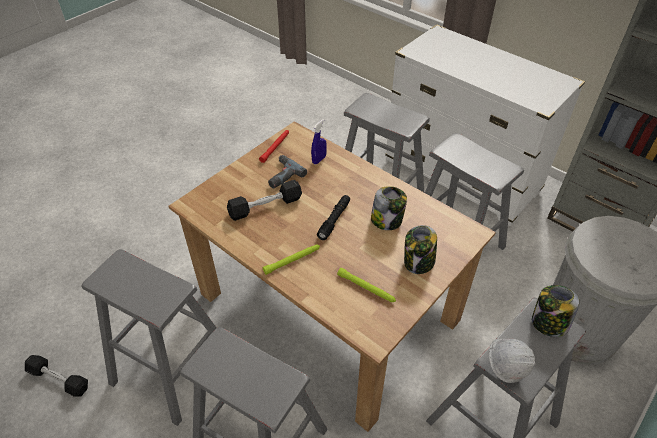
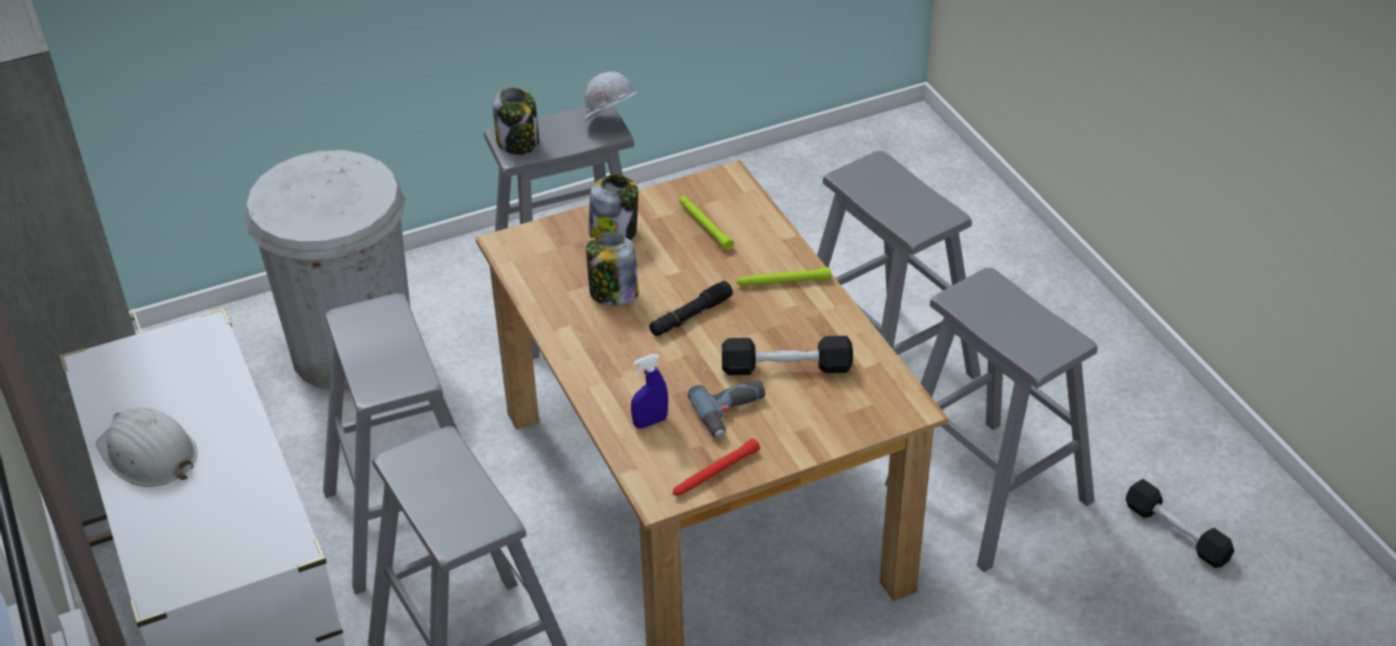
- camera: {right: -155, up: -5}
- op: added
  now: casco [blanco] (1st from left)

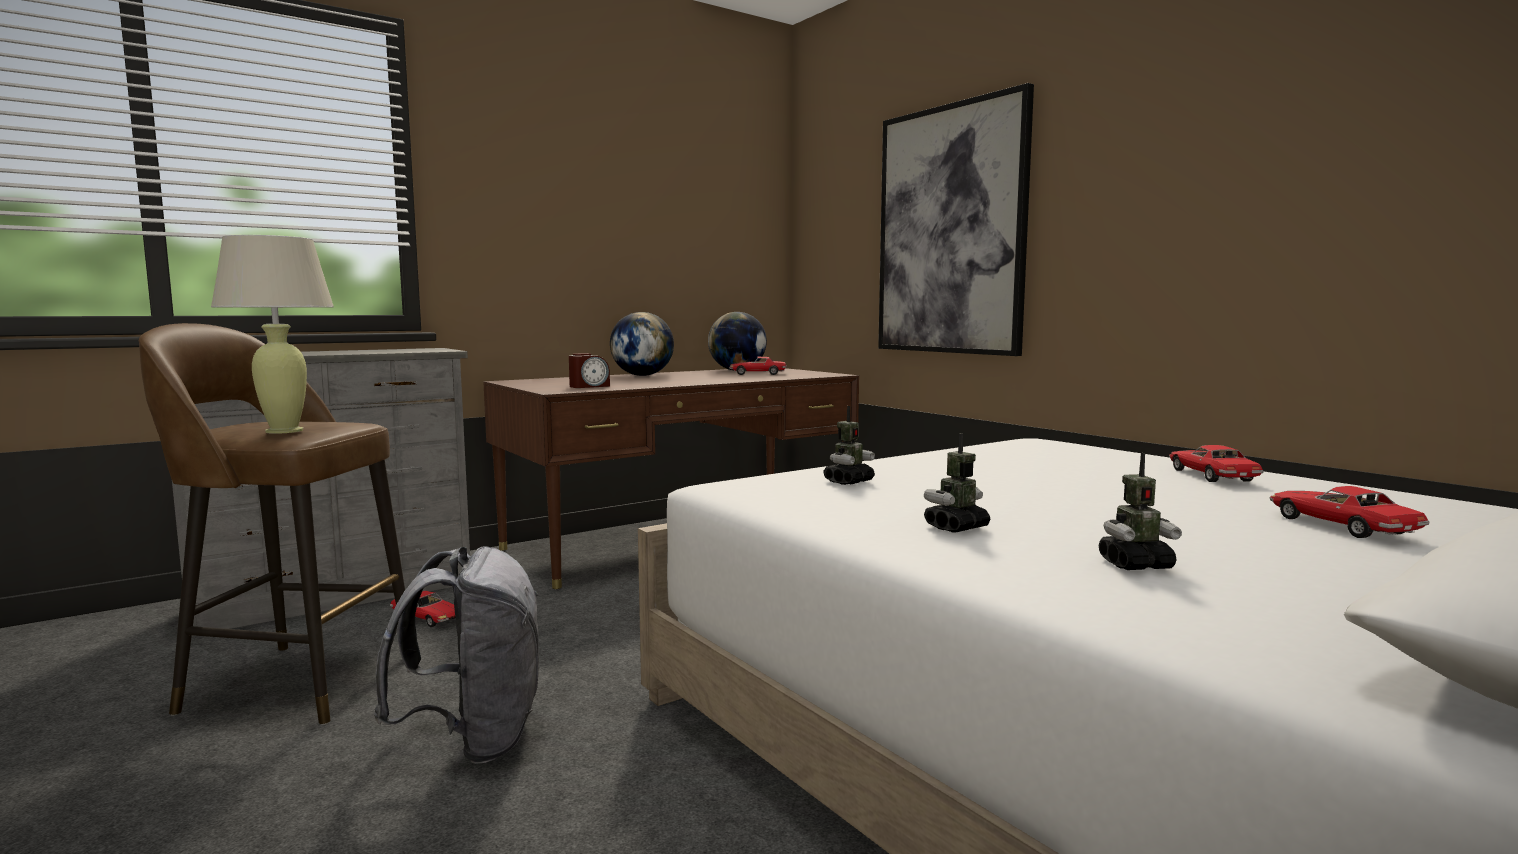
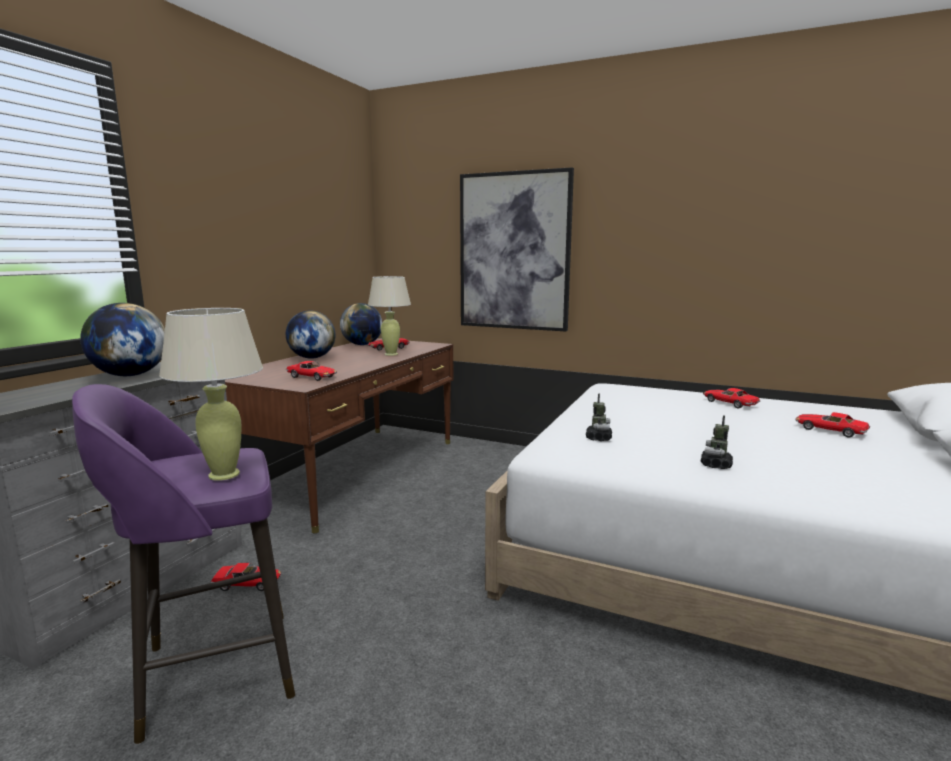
- camera: {right: -30, up: 5}
- op: recoloured
  was: taburete [marrón]
  now: taburete [morado]
- op: added
  now: globo terráqueo (1st from left)
- op: replaced
  was: despertador
  now: coche de juguete (2nd from left)
- op: added
  now: lámpara de mesa [beis] (2nd from left)
- op: removed
  was: mochila [gris]
- op: removed
  was: robot de juguete (3rd from left)

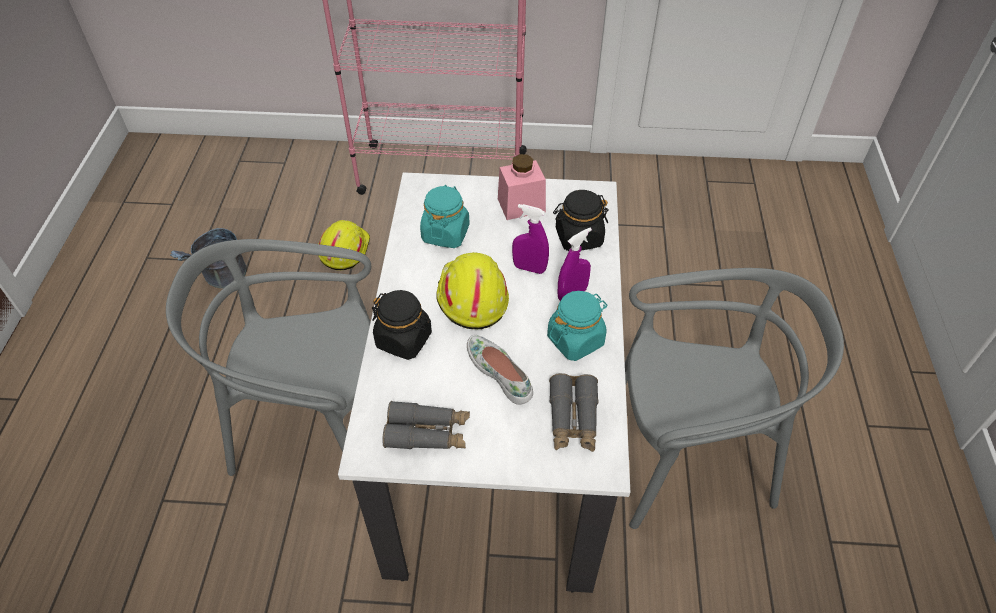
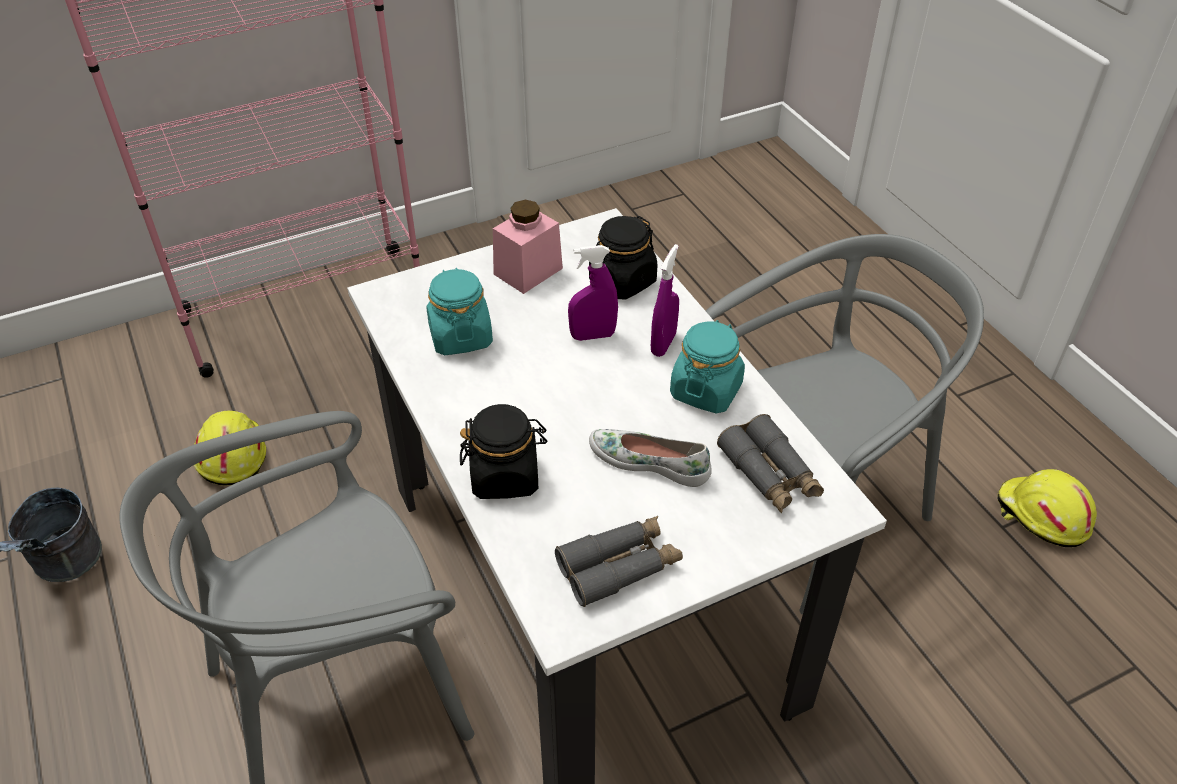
- camera: {right: -30, up: -5}
- op: moved
  was: casco [amarillo] (2nd from left)

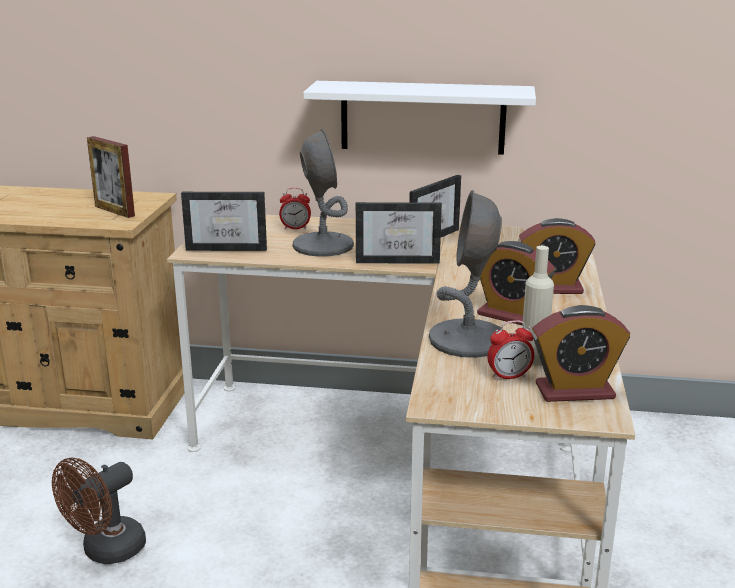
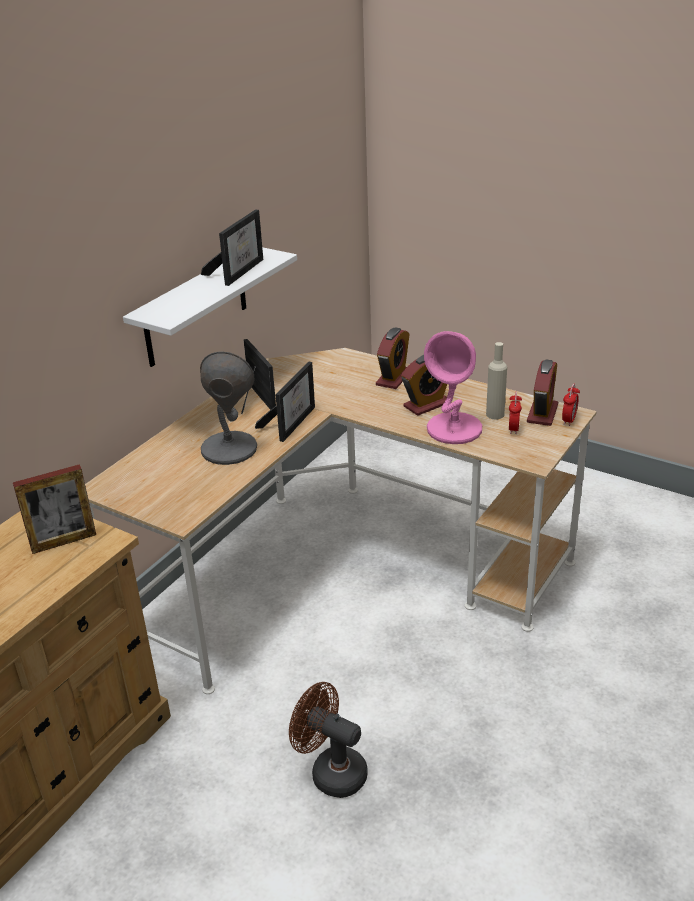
- camera: {right: -65, up: 10}
- op: moved
  was: portarretratos (2nd from left)
- op: turned
  was: ventilador [marrón]
  clockwise: 150
- op: recoloured
  was: lámpara de mesa [gris] (2nd from left)
  now: lámpara de mesa [rosa]
- op: moved
  was: despertador (1st from left in the first image)
  now: despertador (5th from left)

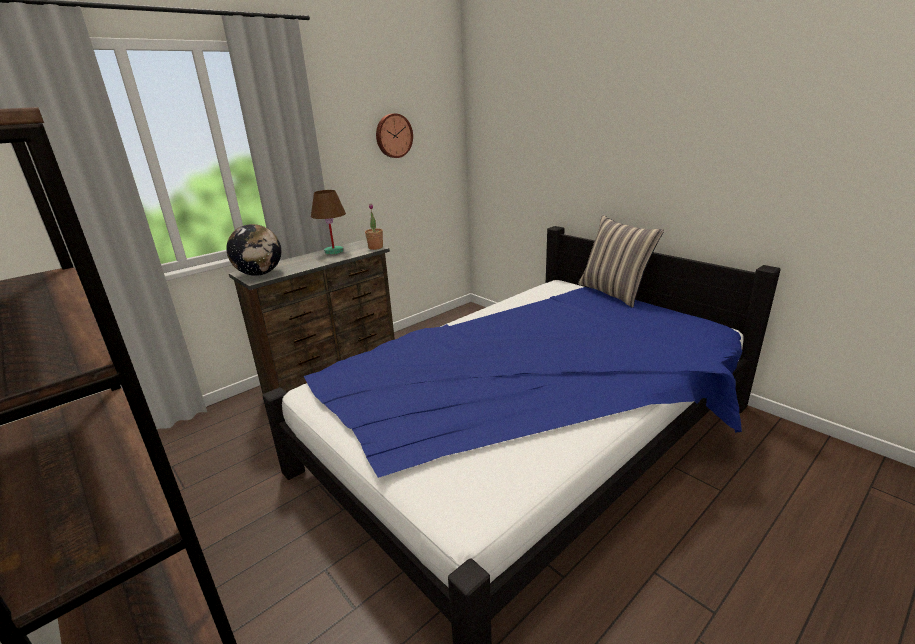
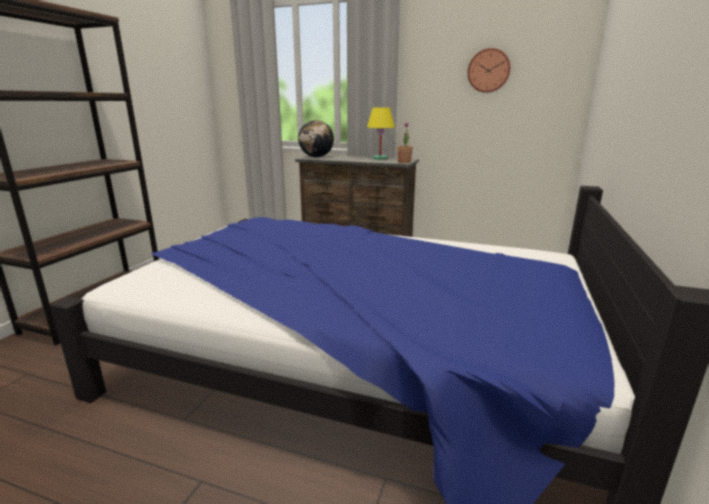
- camera: {right: 60, up: -5}
- op: recoloured
  was: lámpara de mesa [marrón]
  now: lámpara de mesa [amarillo]
- op: removed
  was: cojín

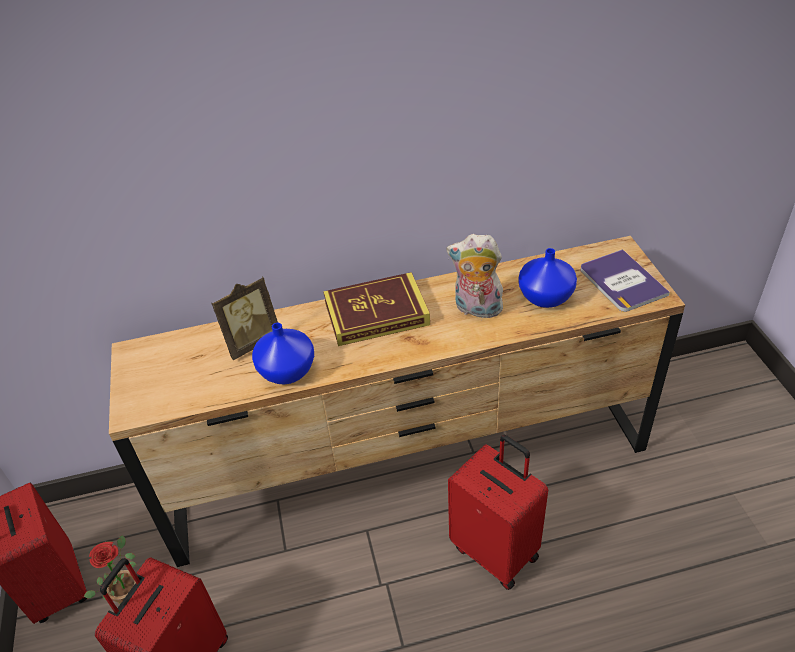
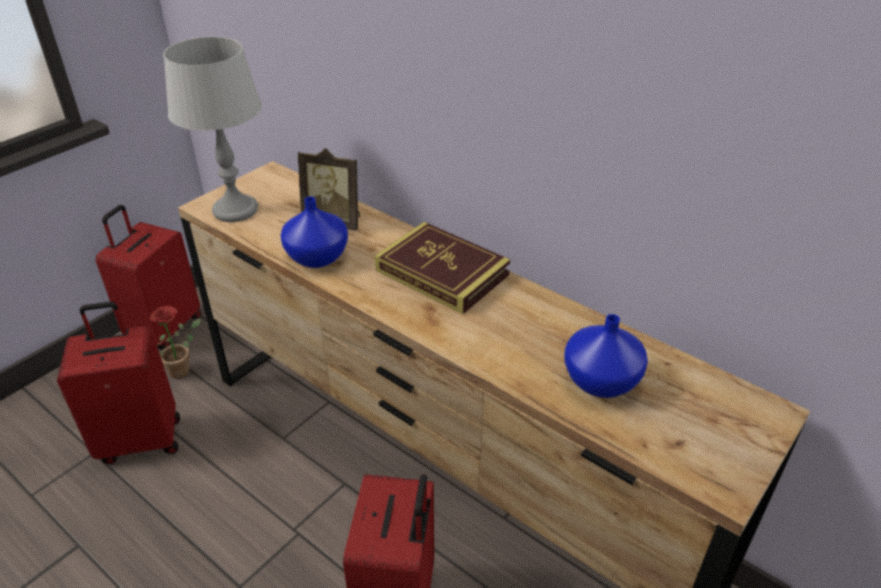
- camera: {right: 50, up: -5}
- op: added
  now: lámpara de mesa [gris]
- op: removed
  was: peluche
- op: removed
  was: libro (2nd from left)

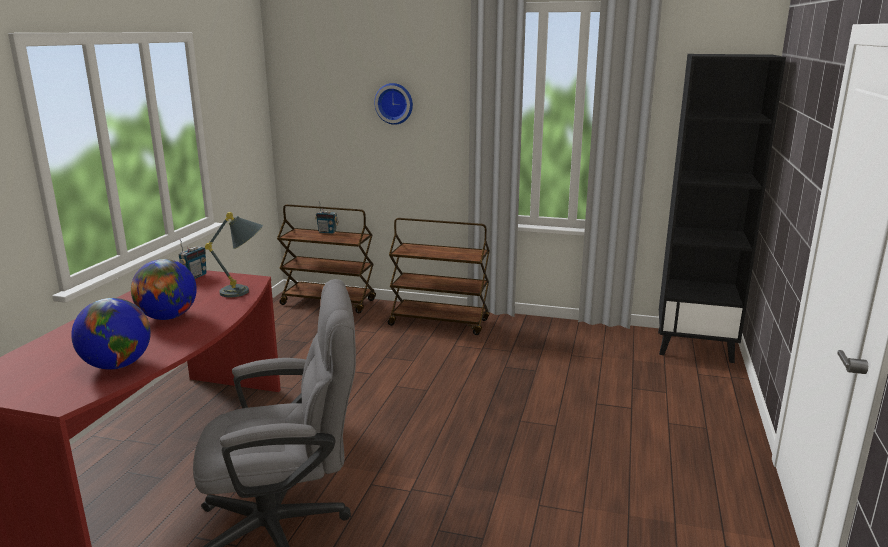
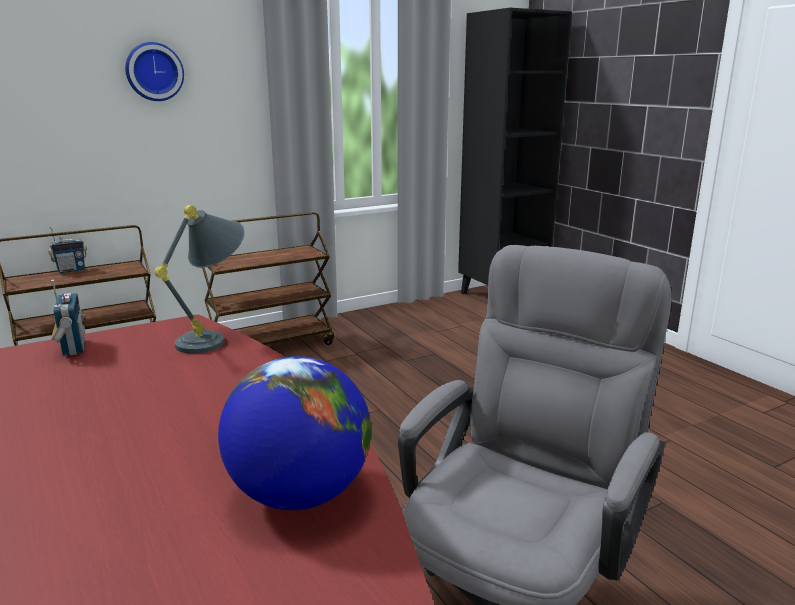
- camera: {right: -45, up: 0}
- op: removed
  was: globo terráqueo (2nd from left)

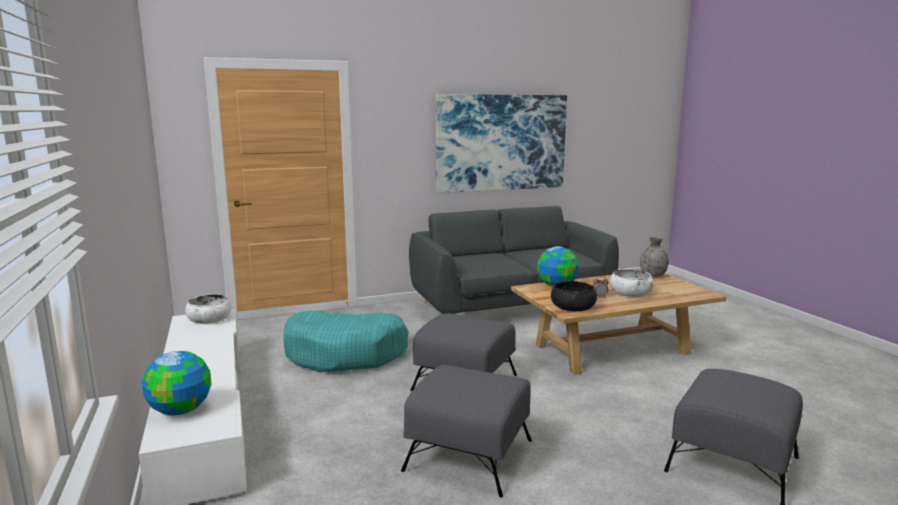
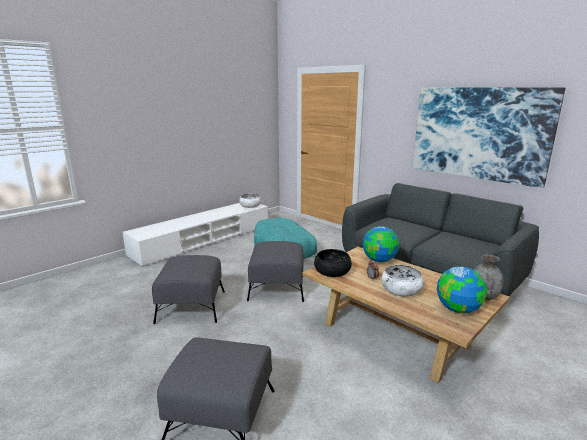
- camera: {right: 65, up: 5}
- op: moved
  was: globo terráqueo (1st from left in the first image)
  now: globo terráqueo (2nd from left)

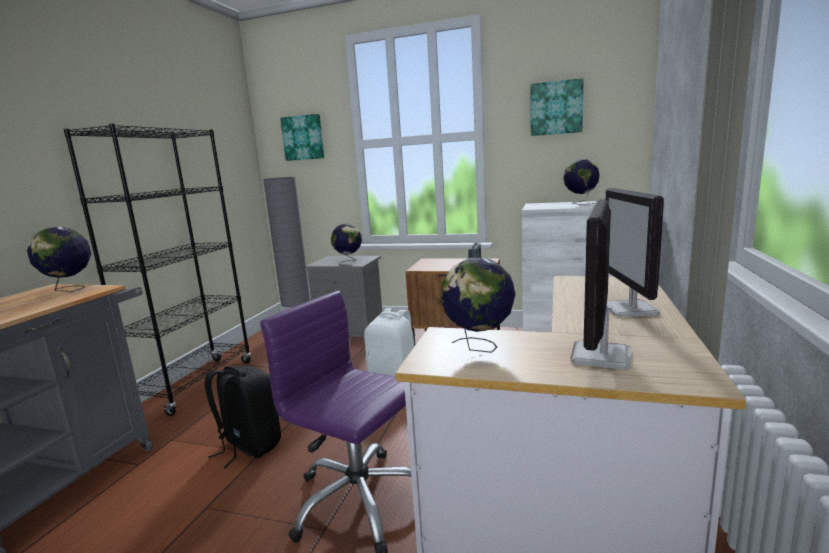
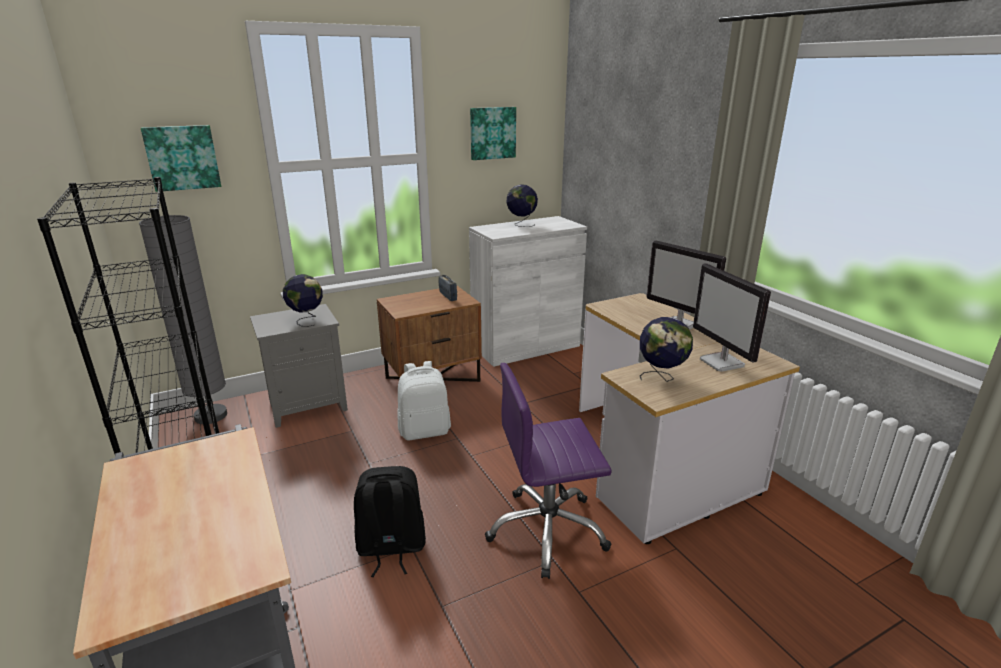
- camera: {right: -45, up: 10}
- op: removed
  was: globo terráqueo (1st from left)

